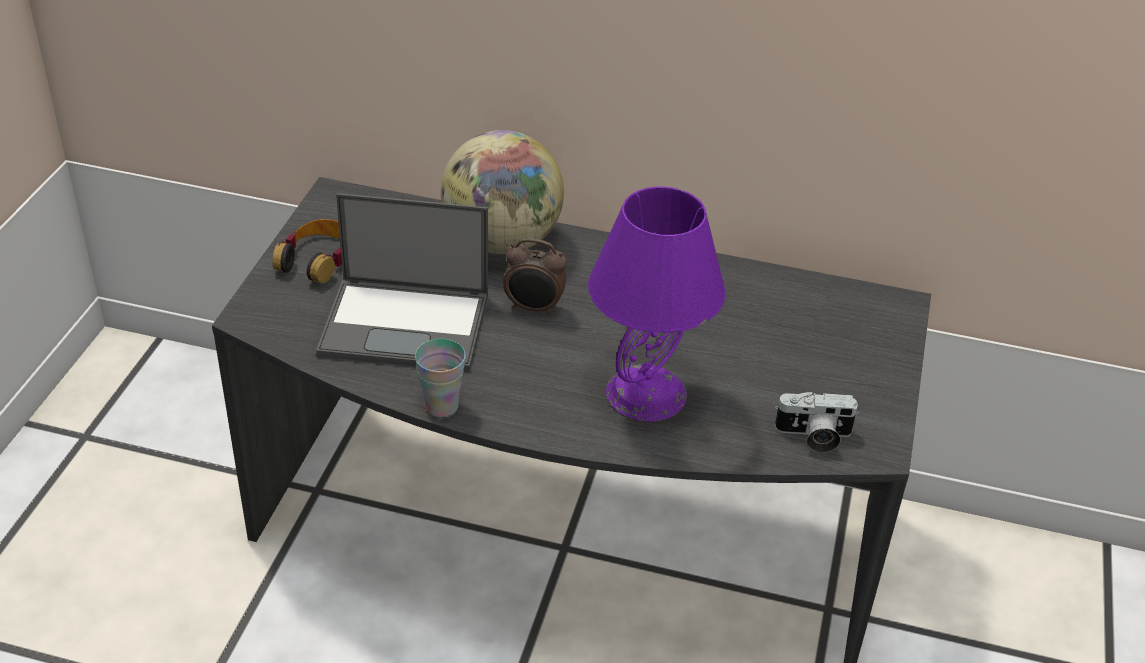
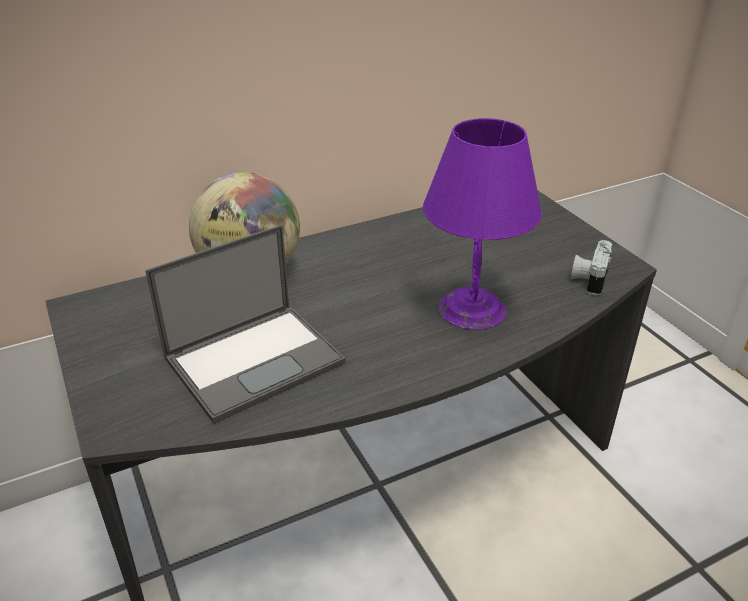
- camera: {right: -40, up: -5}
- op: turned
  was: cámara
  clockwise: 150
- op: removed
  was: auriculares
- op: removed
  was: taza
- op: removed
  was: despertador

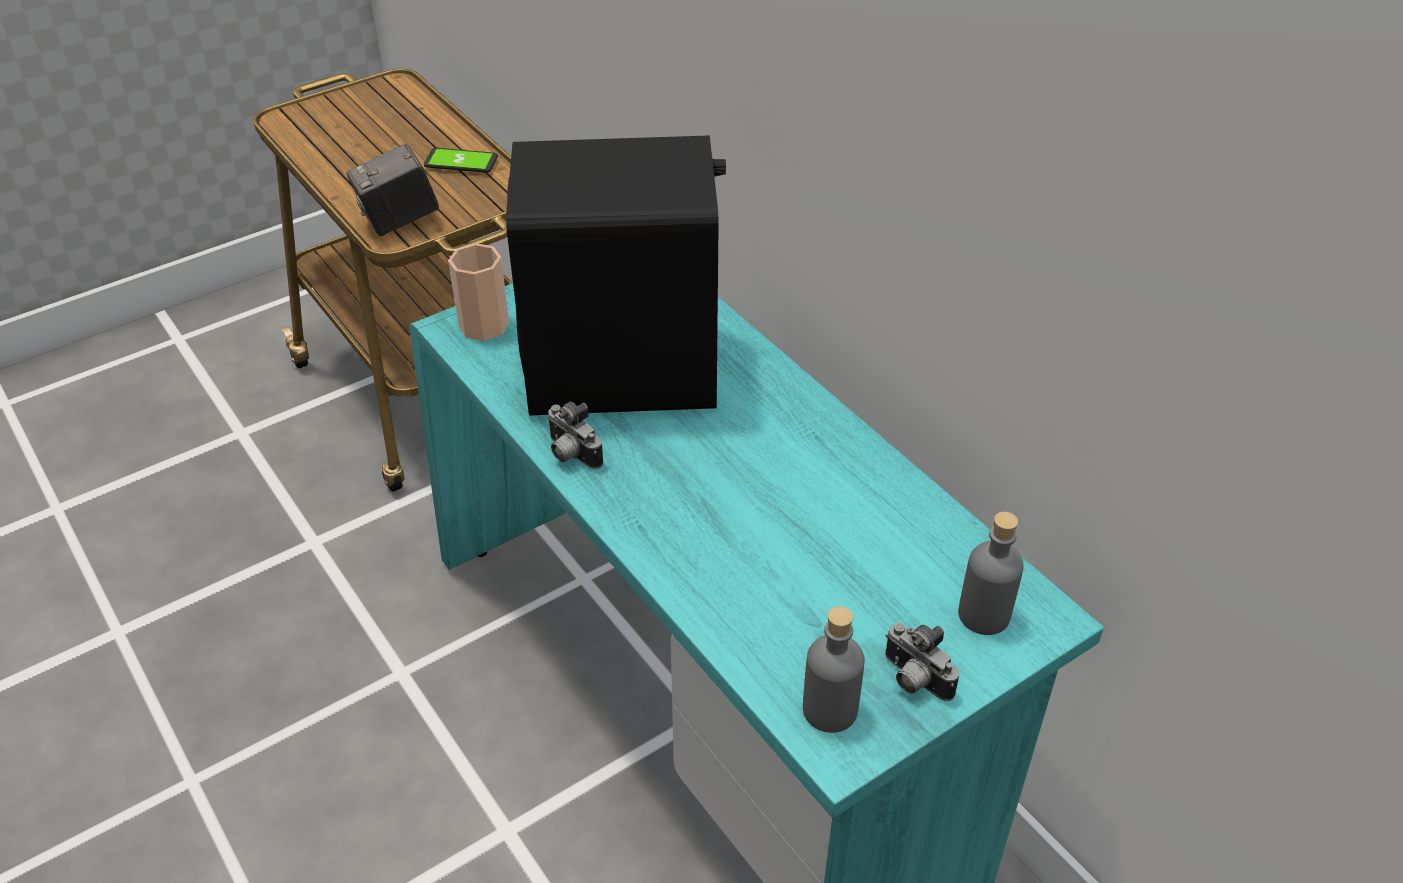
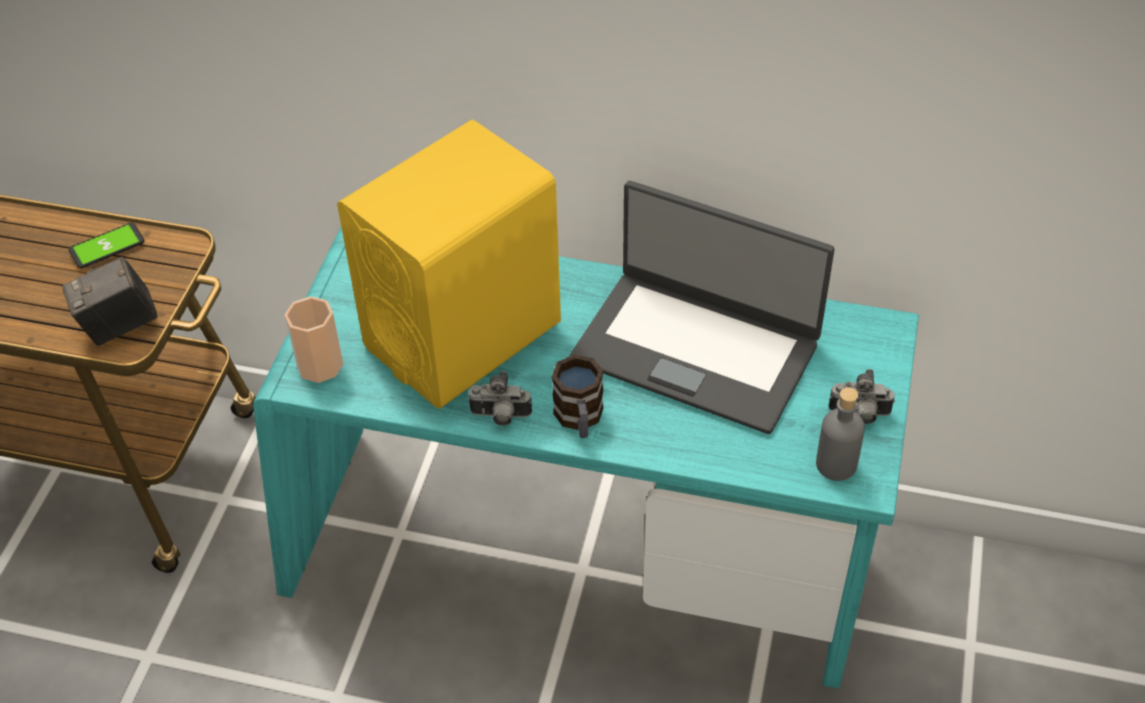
- camera: {right: -40, up: 5}
- op: turned
  was: cámara (1st from left)
  clockwise: 45
- op: recoloured
  was: altavoz [negro]
  now: altavoz [amarillo]
- op: added
  now: taza grande
- op: added
  now: portátil
- op: removed
  was: botella [gris] (2nd from left)

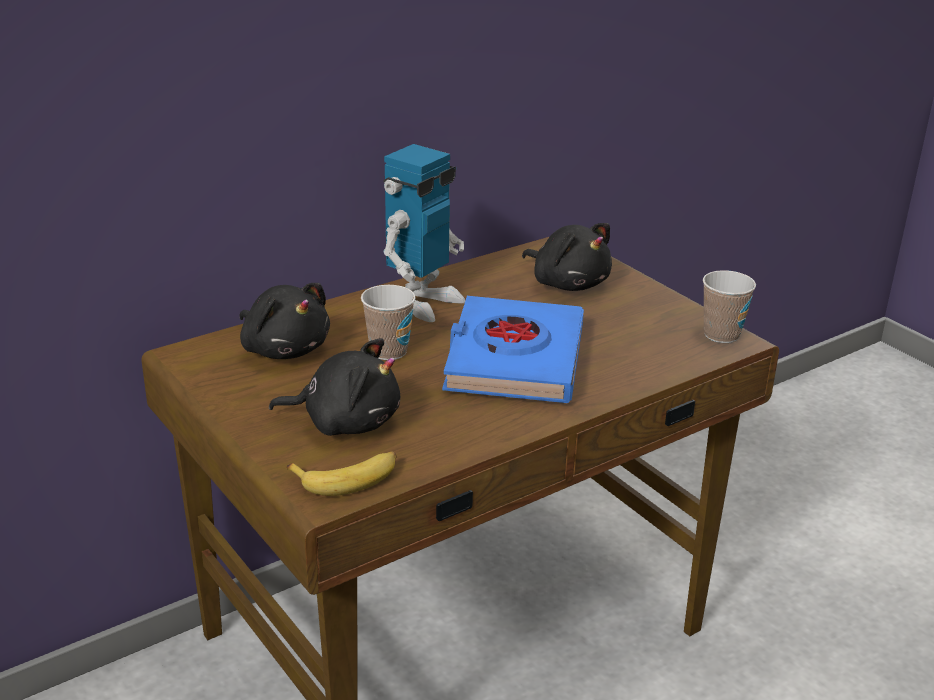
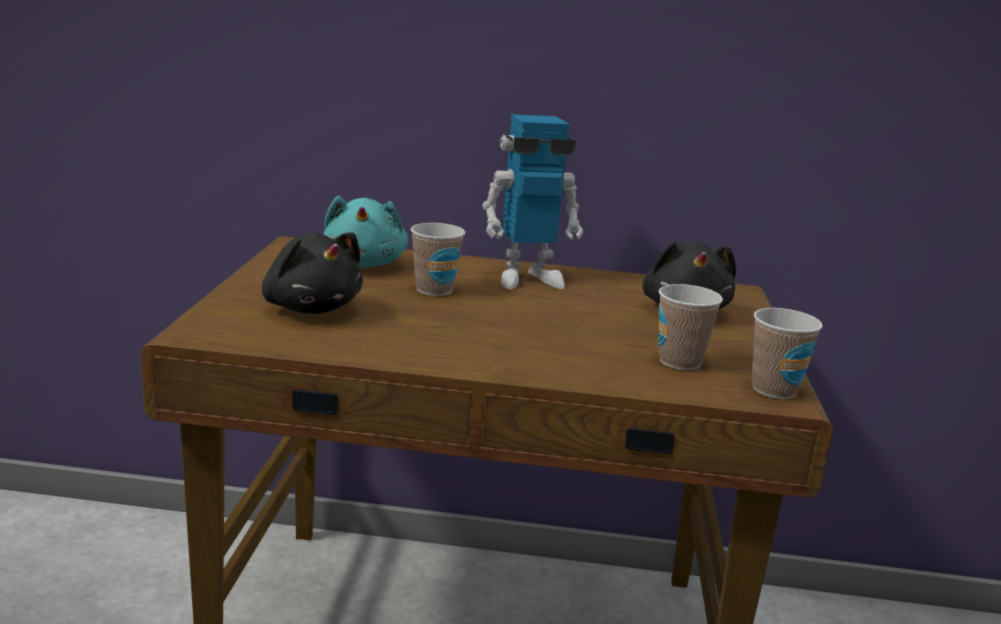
- camera: {right: 40, up: -10}
- op: recoloured
  was: peluche [negro] (1st from left)
  now: peluche [turquesa]
- op: added
  now: taza (2nd from left)
- op: removed
  was: plátano
- op: removed
  was: libro [azul]

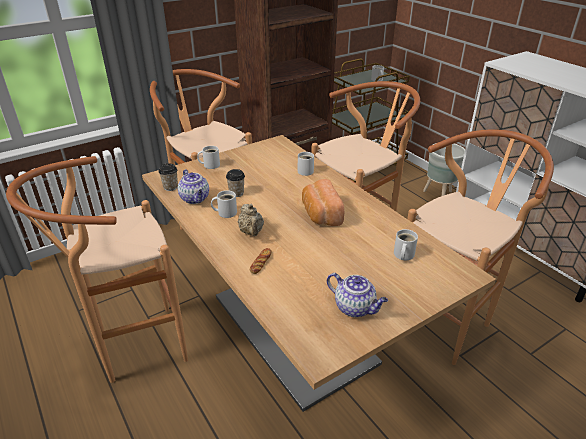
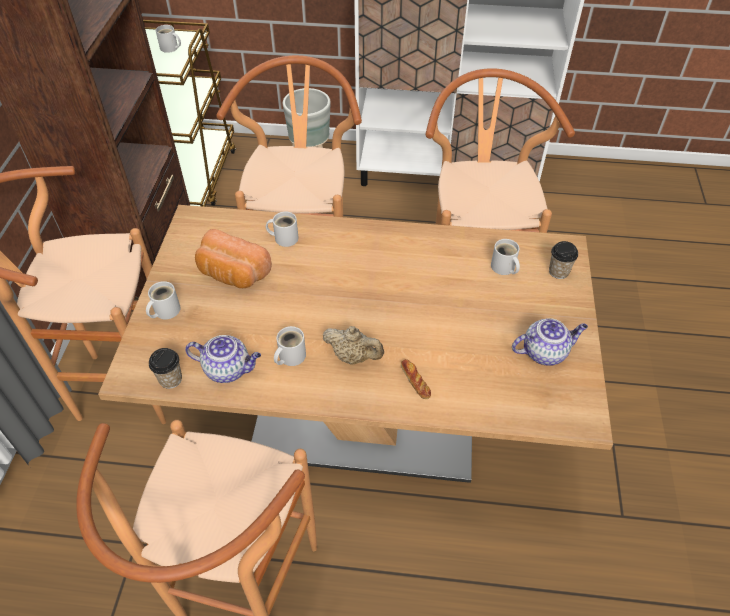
- camera: {right: -50, up: 15}
- op: moved
  was: pan (2nd from left in the first image)
  now: pan (1st from left)
- op: moved
  was: taza (2nd from left)

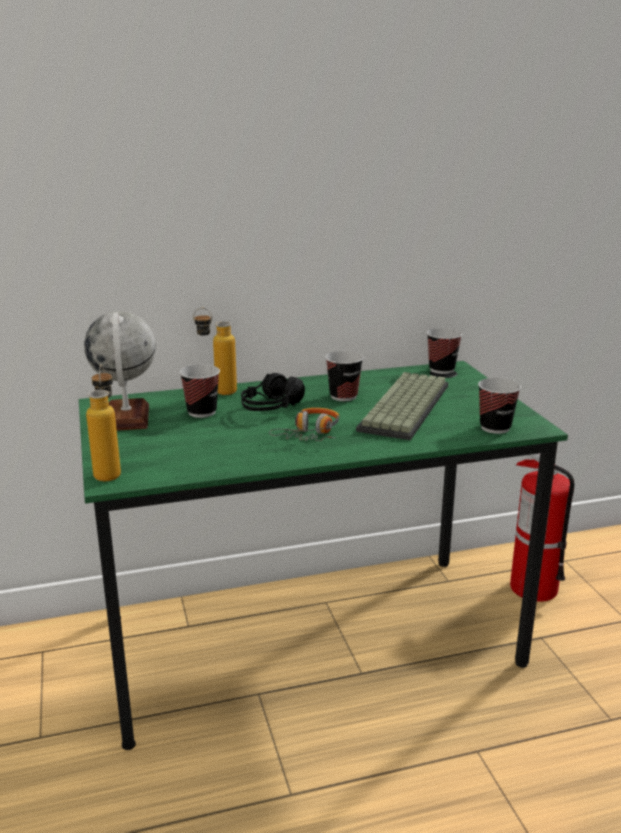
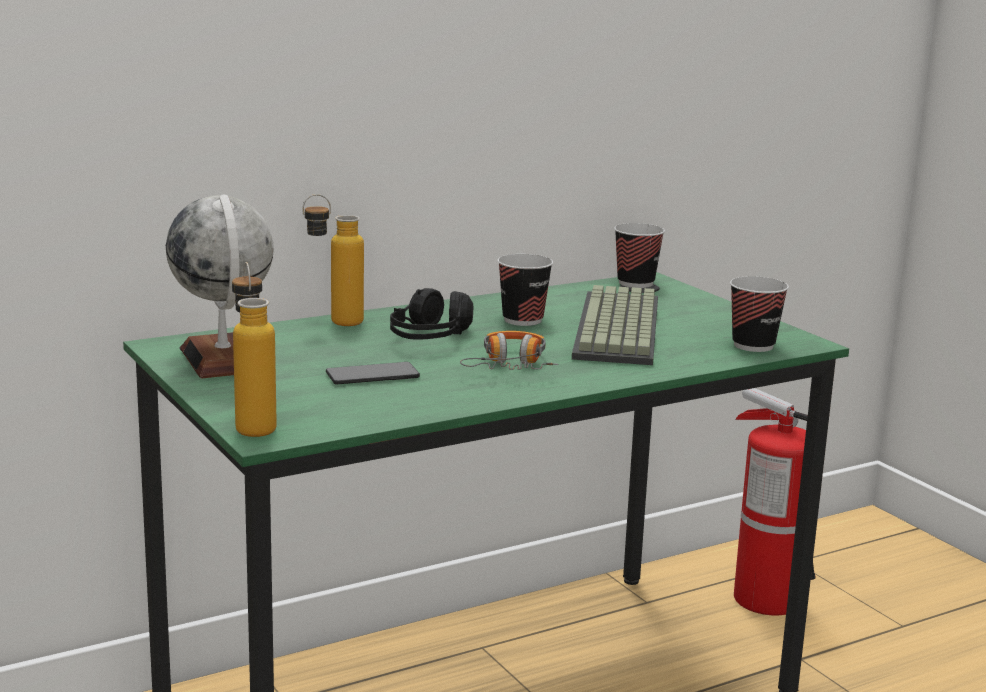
- camera: {right: -15, up: -5}
- op: added
  now: móvil
- op: removed
  was: taza (1st from left)

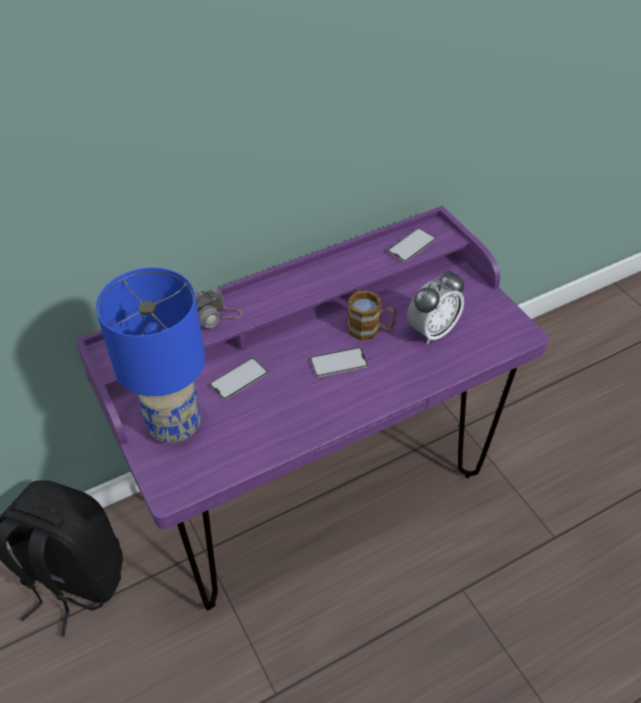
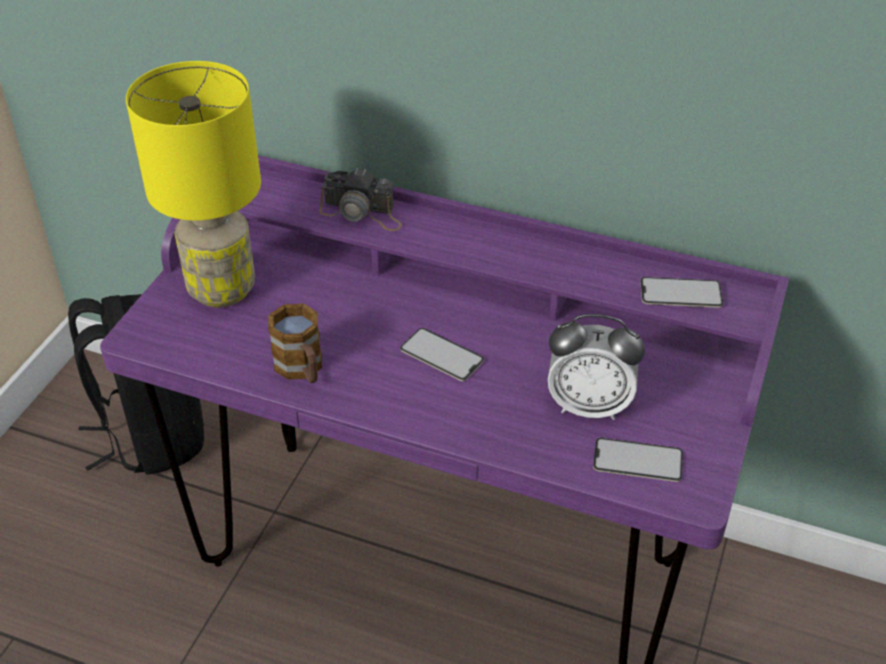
- camera: {right: 50, up: -5}
- op: recoloured
  was: lámpara de mesa [azul]
  now: lámpara de mesa [amarillo]
- op: moved
  was: taza grande
- op: moved
  was: móvil (1st from left in the first image)
  now: móvil (2nd from left)

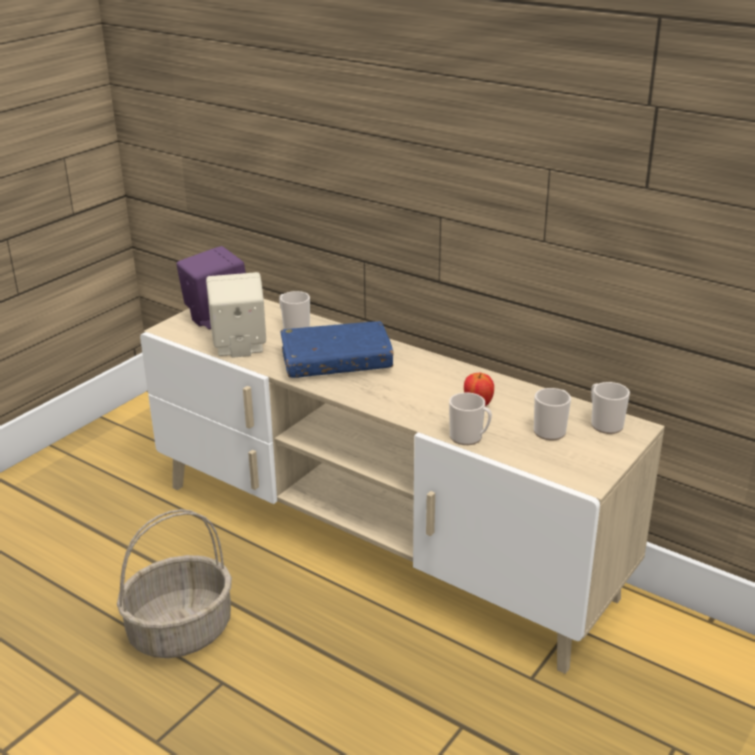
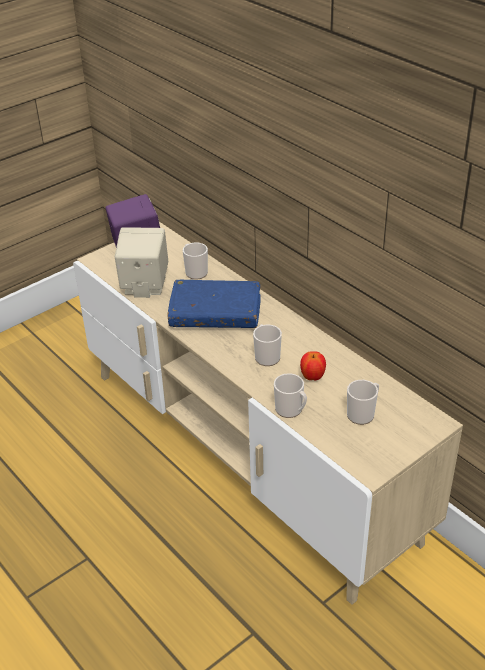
- camera: {right: 15, up: 10}
- op: moved
  was: taza grande (4th from left in the first image)
  now: taza grande (2nd from left)
- op: removed
  was: cesta

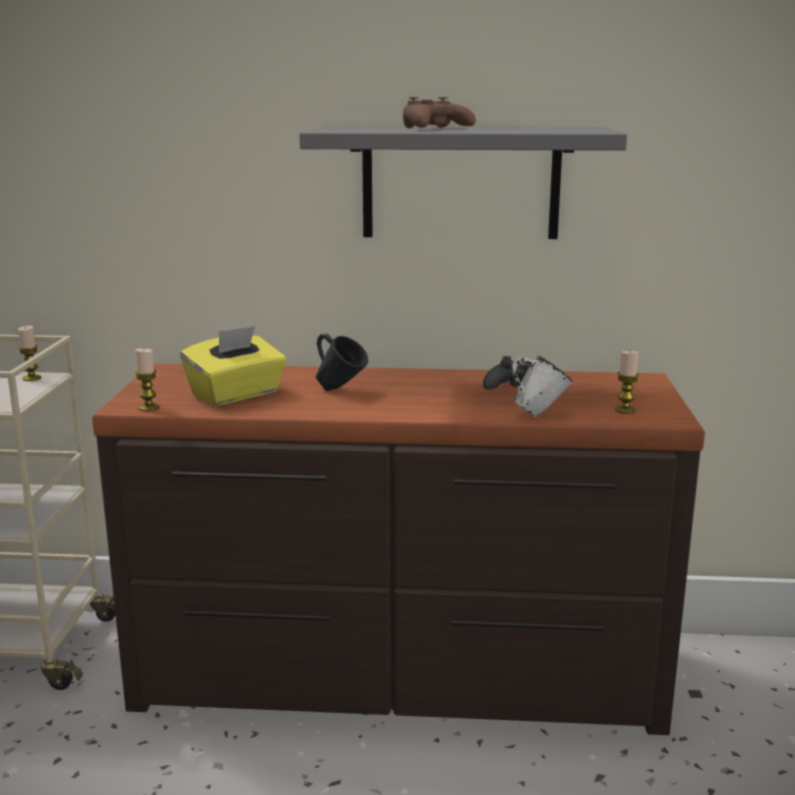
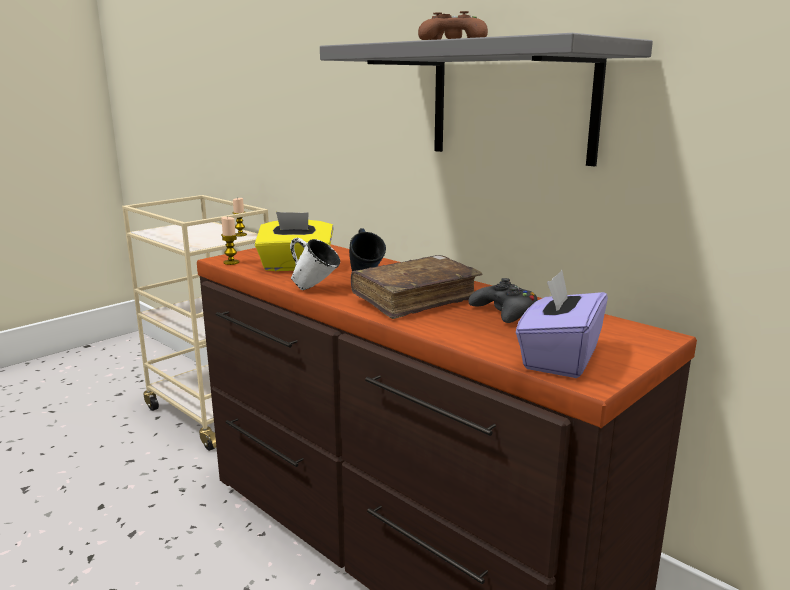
- camera: {right: 40, up: 0}
- op: moved
  was: taza grande [blanco]
- op: added
  now: libro [marrón]
- op: replaced
  was: vela (3rd from left)
  now: caja de pañuelos [morado]

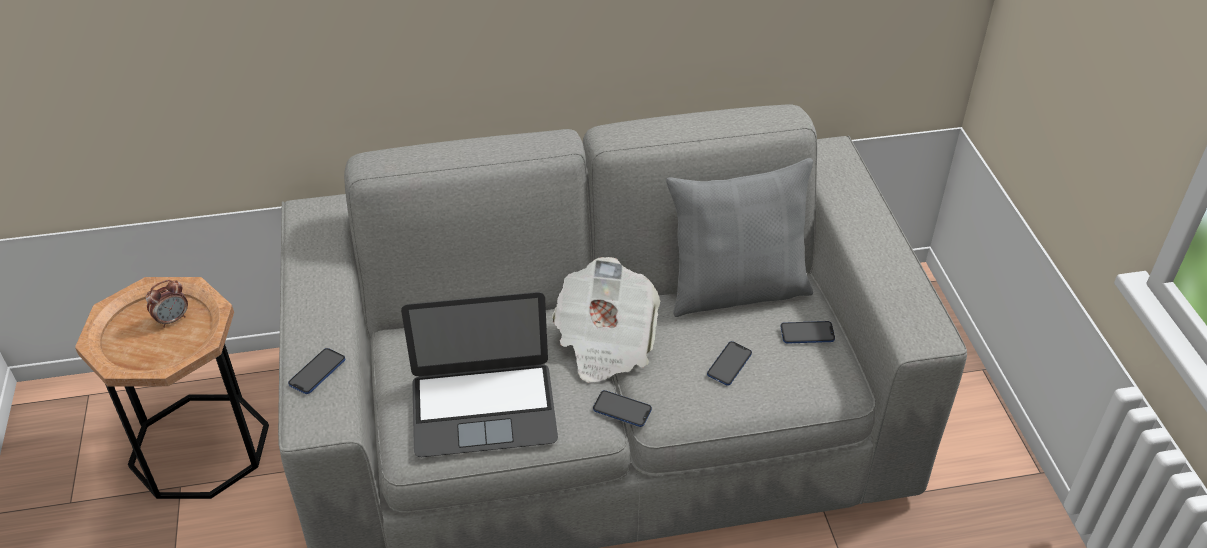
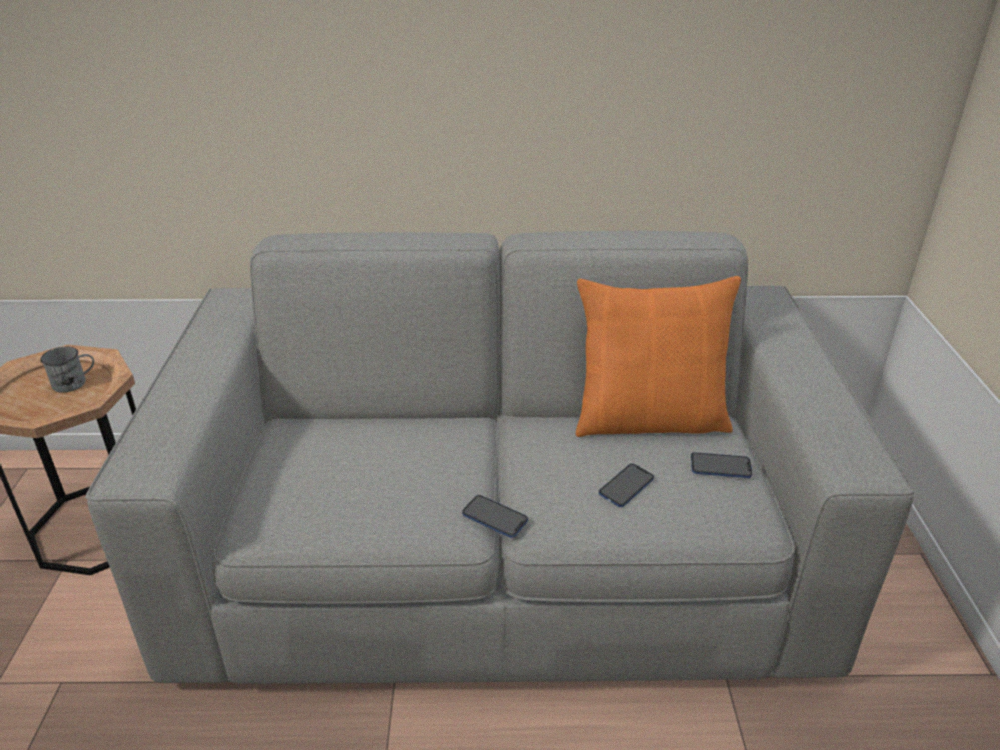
- camera: {right: 10, up: -10}
- op: replaced
  was: despertador
  now: taza grande [gris]
- op: recoloured
  was: cojín [gris]
  now: cojín [naranja]
- op: removed
  was: móvil (1st from left)
- op: removed
  was: portátil
- op: removed
  was: periódico

